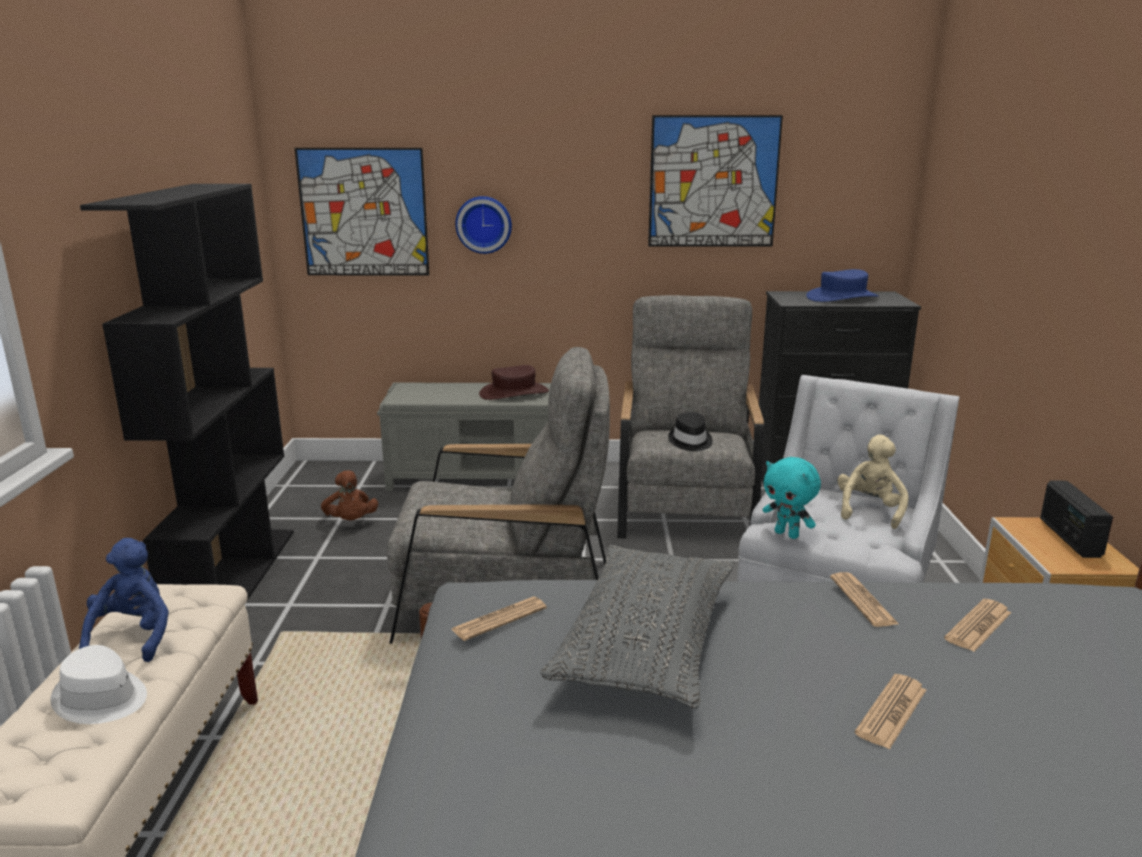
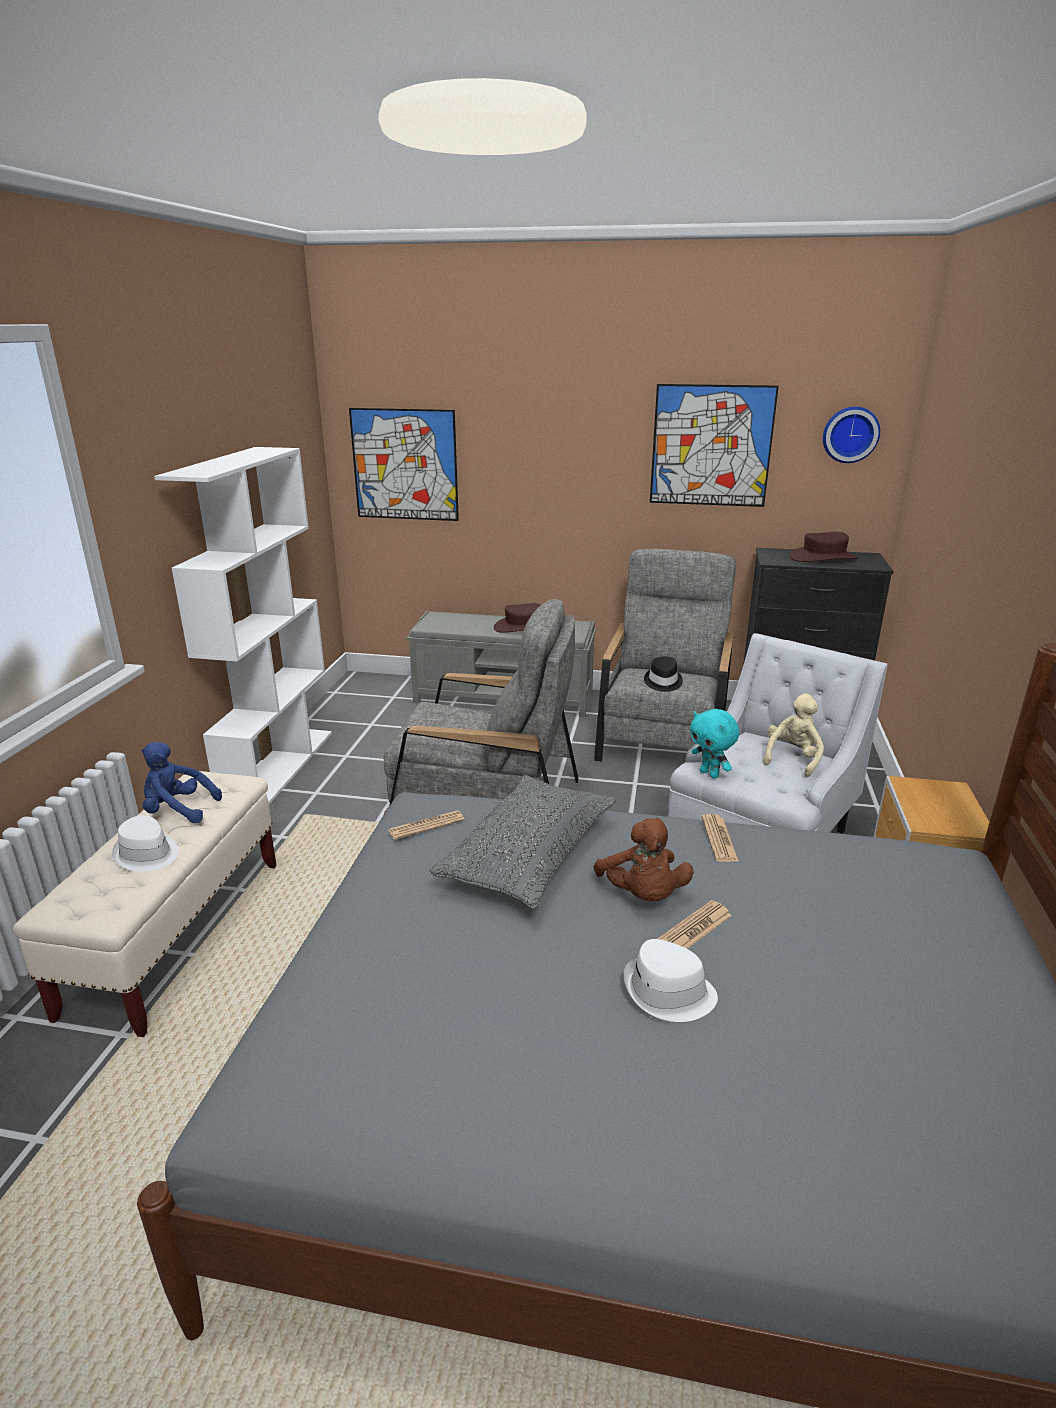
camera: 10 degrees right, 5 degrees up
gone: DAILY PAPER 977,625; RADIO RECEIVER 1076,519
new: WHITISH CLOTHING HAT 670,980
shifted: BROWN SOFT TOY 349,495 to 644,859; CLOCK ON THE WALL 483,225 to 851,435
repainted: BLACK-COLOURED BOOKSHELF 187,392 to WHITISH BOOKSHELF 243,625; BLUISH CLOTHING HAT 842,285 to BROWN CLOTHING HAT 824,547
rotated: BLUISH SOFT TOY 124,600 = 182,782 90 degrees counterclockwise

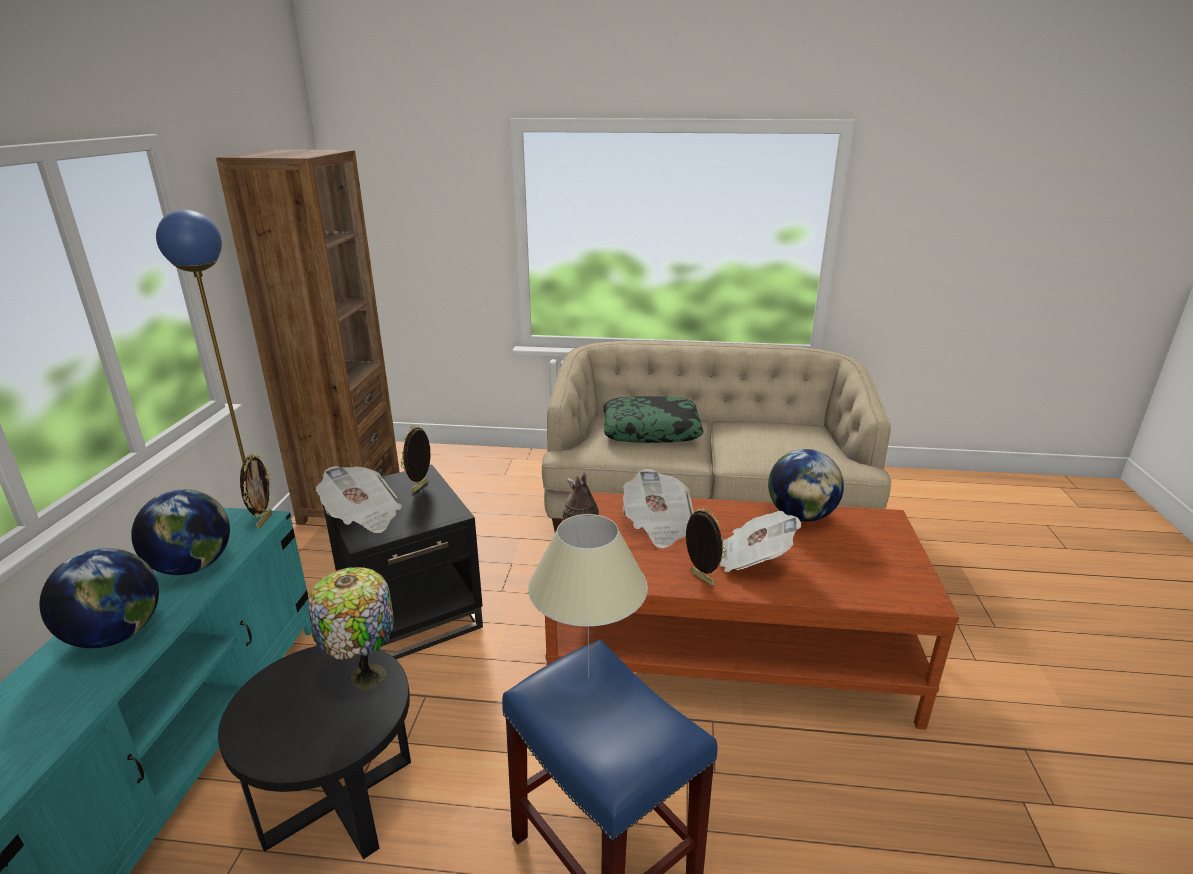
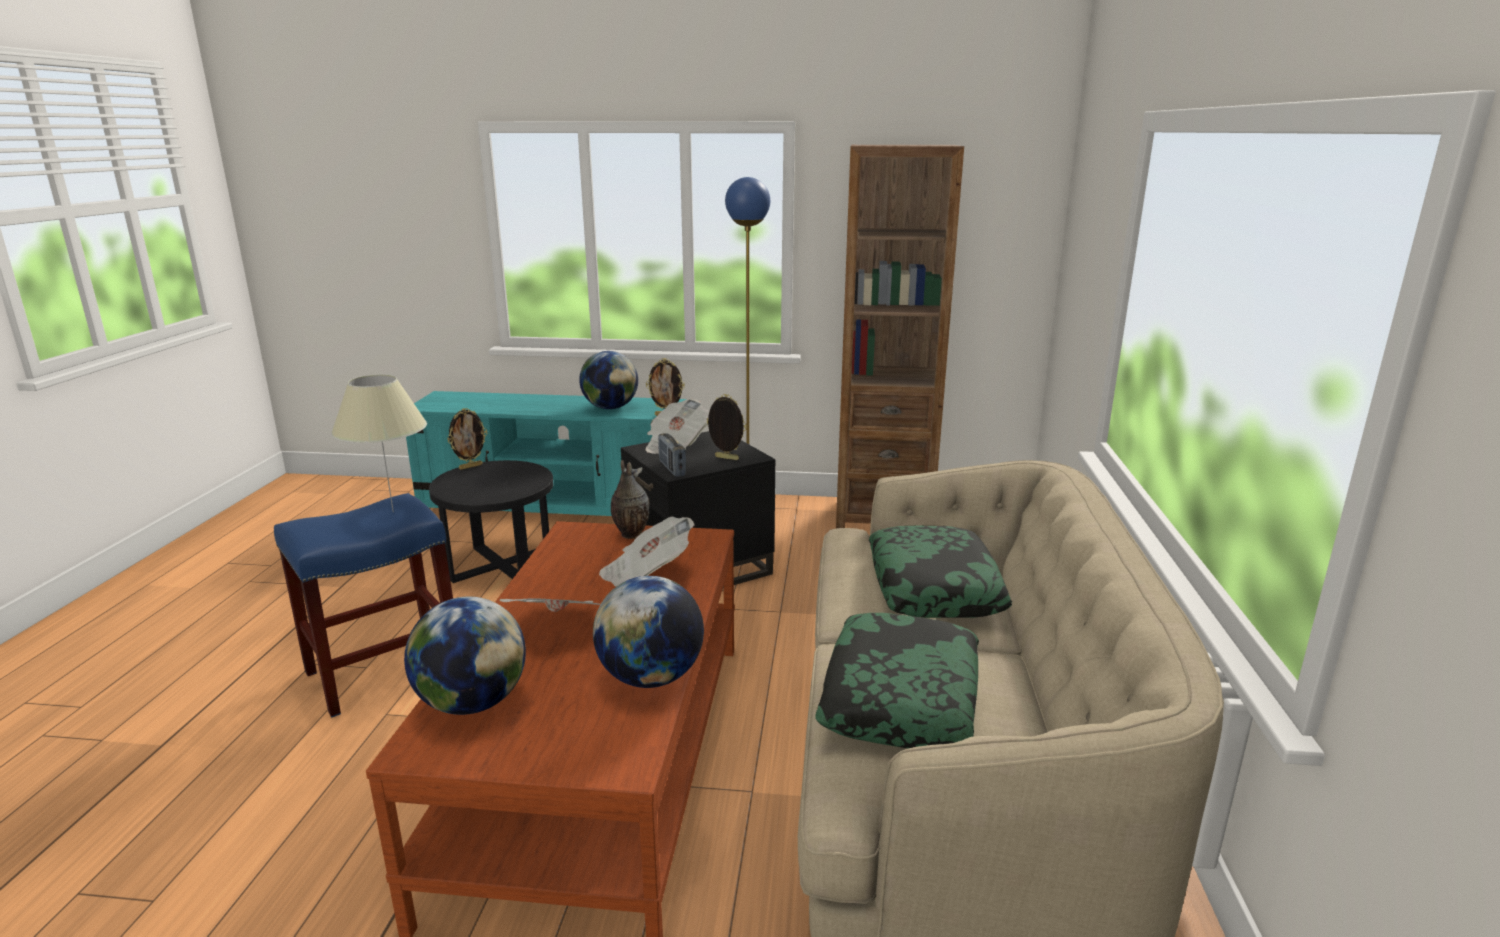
camera: 90 degrees right, 5 degrees down
gone: TABLETOP LAMP 351,628
new: RADIO RECEIVER 672,455; THROW PILLOW 897,680
shifted: DESK GLOBE 99,598 to 465,655; PHOTO FRAME 706,547 to 467,439

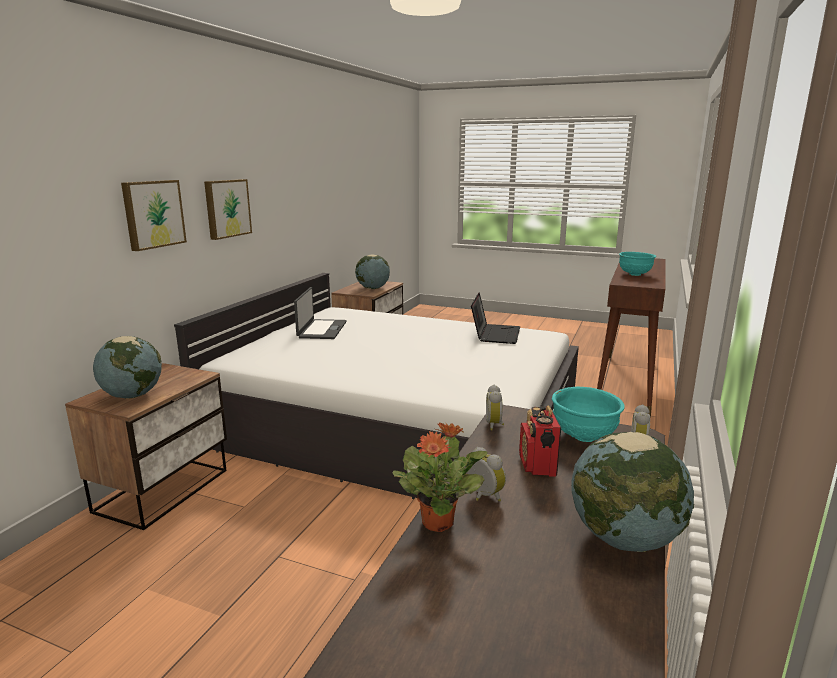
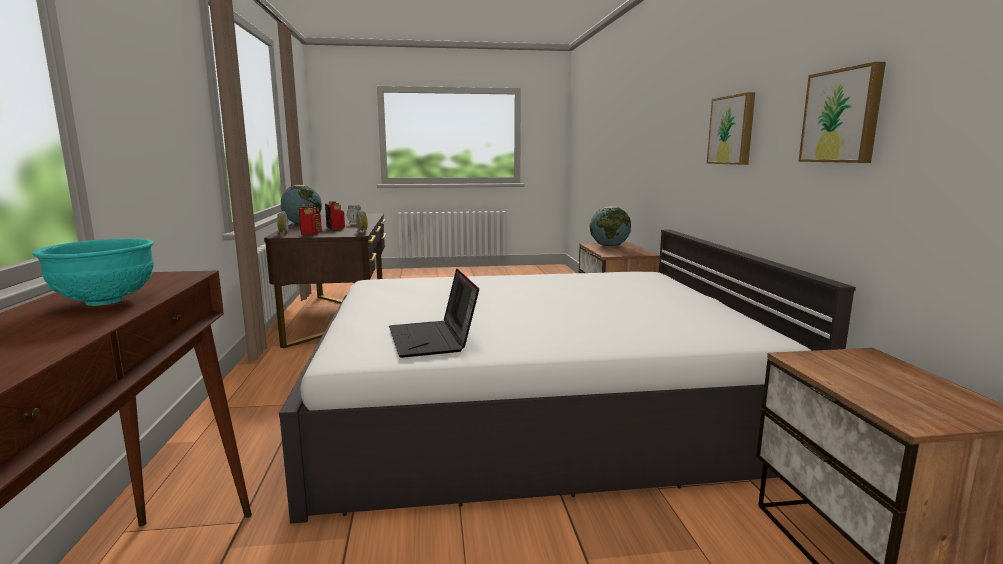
camera: 150 degrees right, 5 degrees down
gone: NOTEBOOK COMPUTER 320,313; DESK GLOBE 372,272; HOUSEPLANT 439,477
shifted: WALL PICTURE 154,215 to 842,112
swapped: BLUE-GREEN SERVING BOWL 588,414 to RADIO RECEIVER 310,219

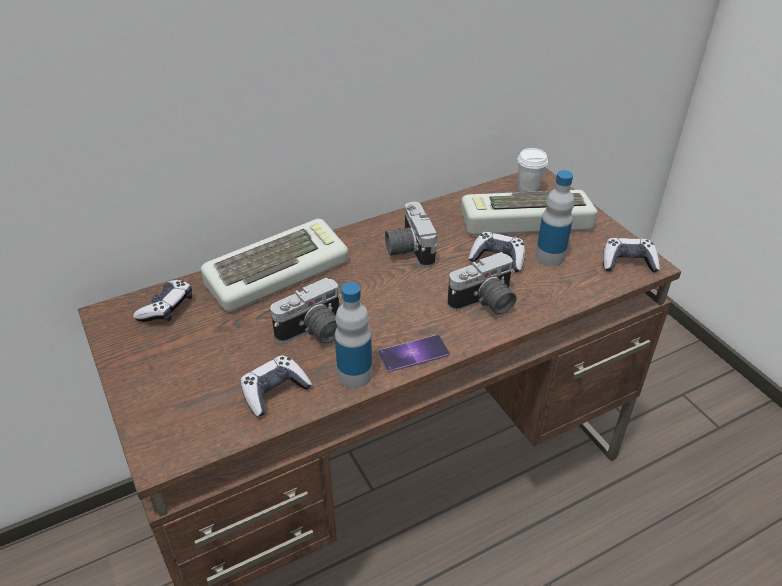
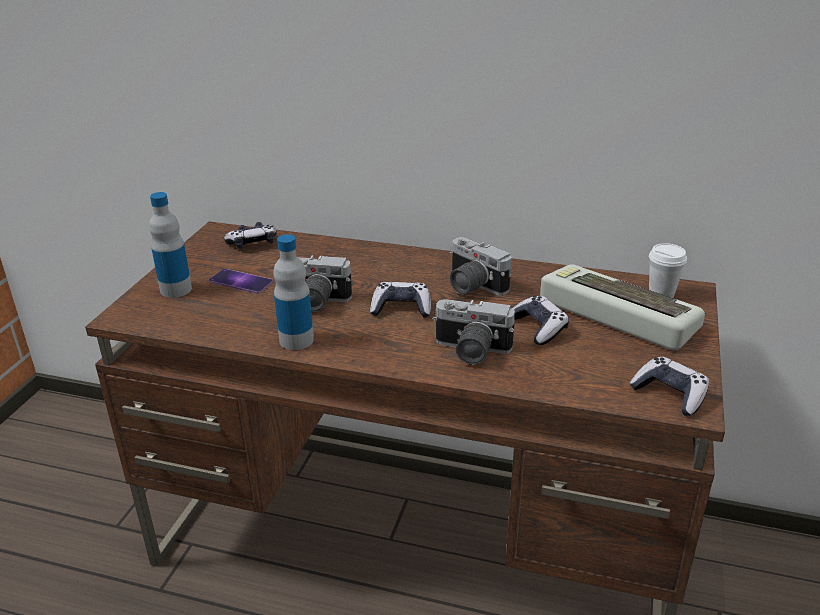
camera: 45 degrees right, 10 degrees down
gone: PC KEYBOARD 274,265
shifted: DRINK BOTTLE 555,218 to 170,245; TELEPHONE 414,354 to 241,281; GAME CONTROLLER 276,385 to 400,300
rotated: STILL CAMERA 411,235 = 480,266 75 degrees counterclockwise

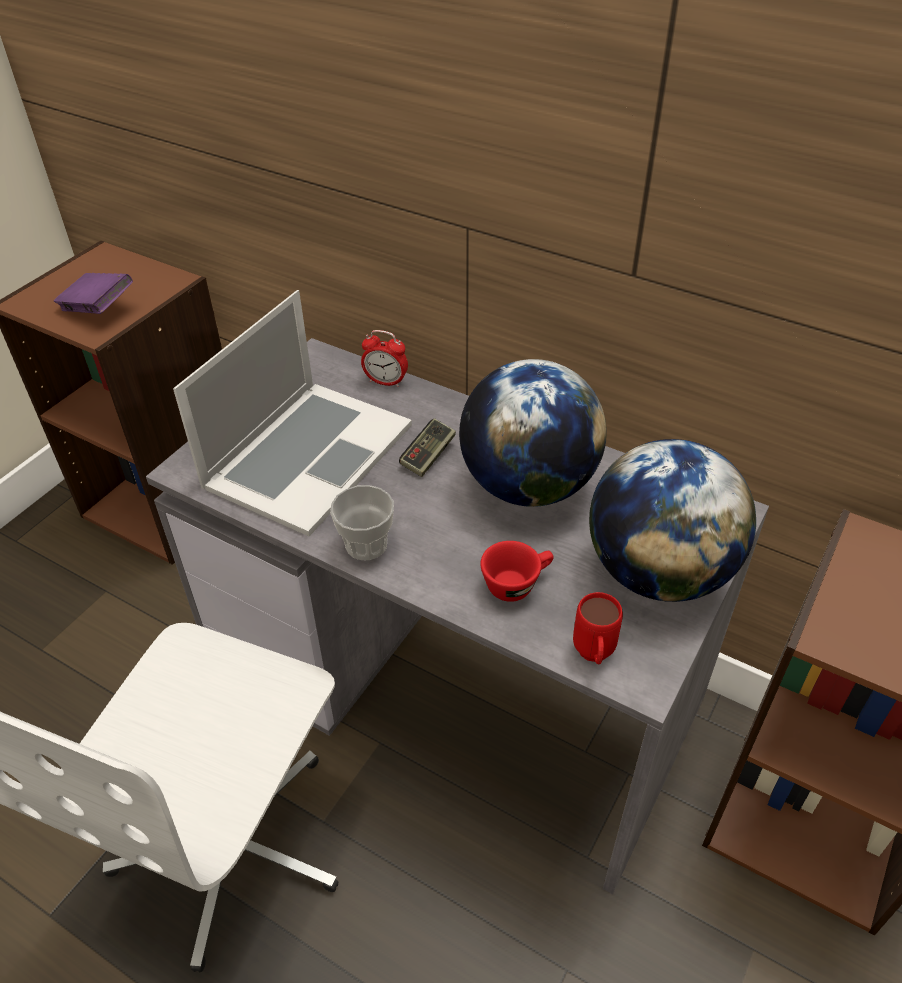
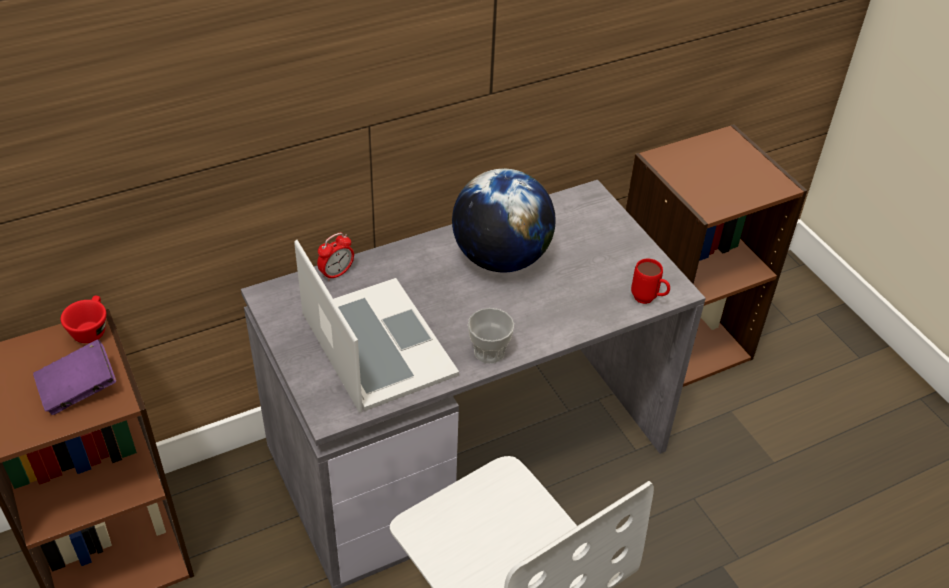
camera: 60 degrees left, 0 degrees up
gone: GAME CONTROLLER 427,447; DESK GLOBE 672,520
shifted: RED DRINKING CUP 517,571 to 83,319

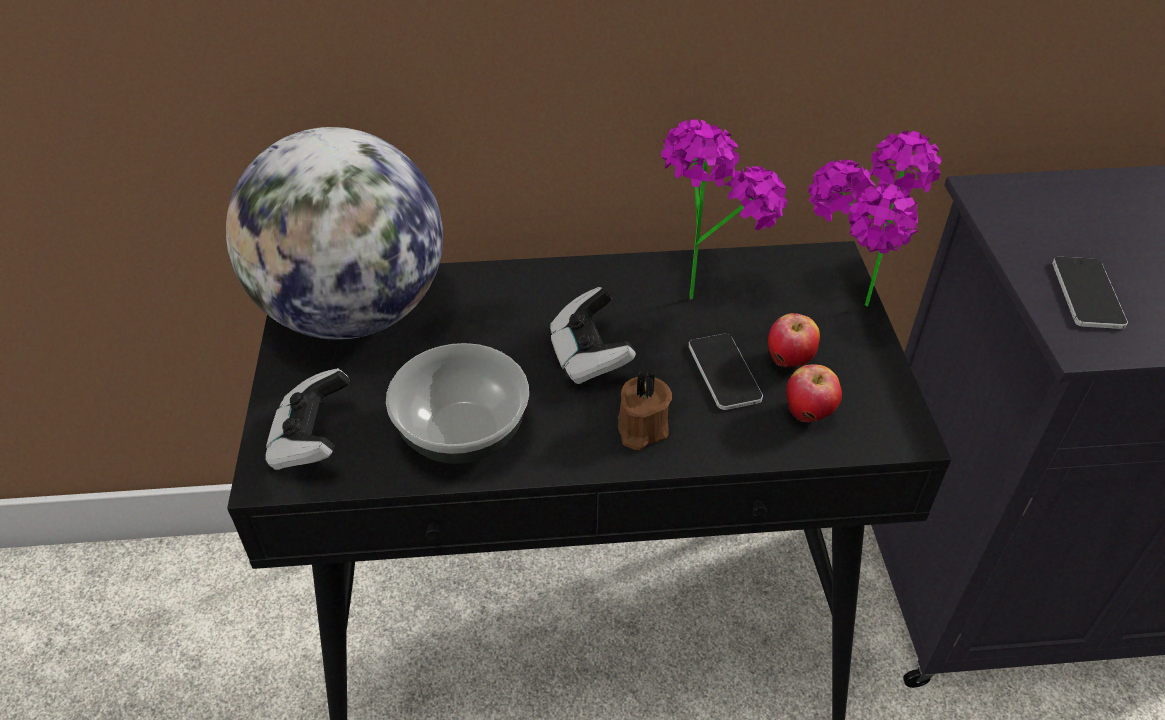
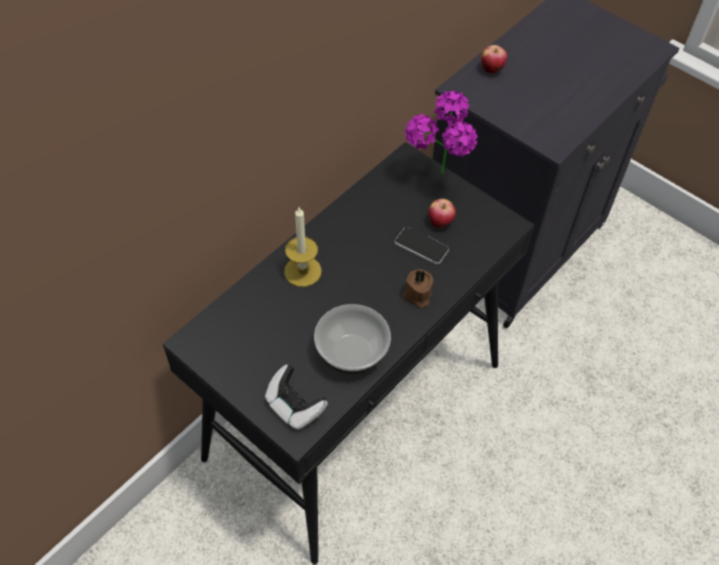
camera: 45 degrees left, 10 degrees up
gone: DESK GLOBE 334,233; GAME CONTROLLER 592,336; HOUSEPLANT 724,209; TELEPHONE 1090,293
new: WAX CANDLE 303,247
shifted: APPLE 814,394 to 494,59

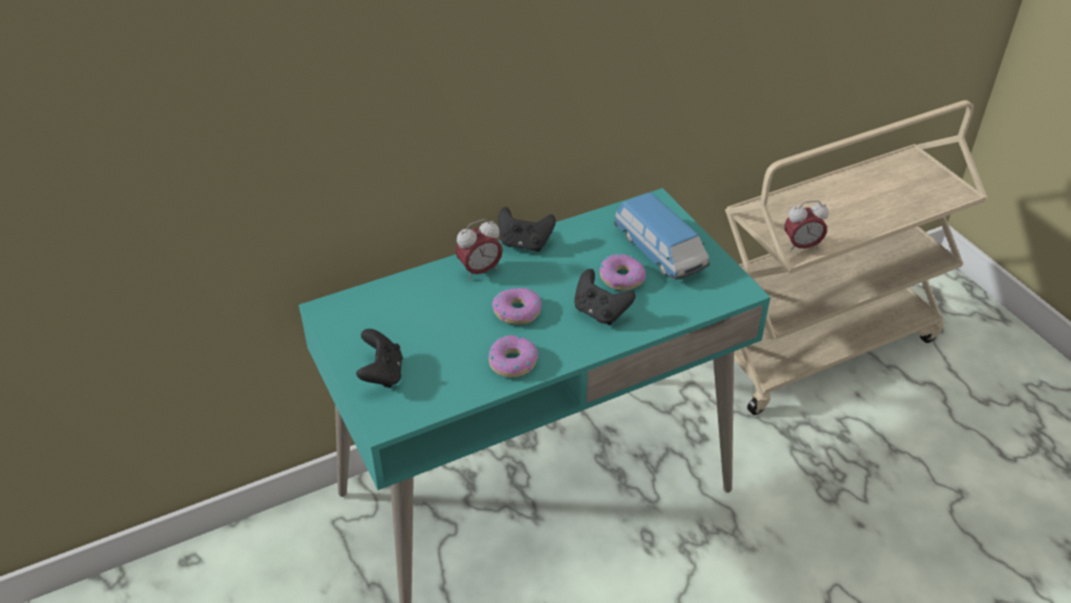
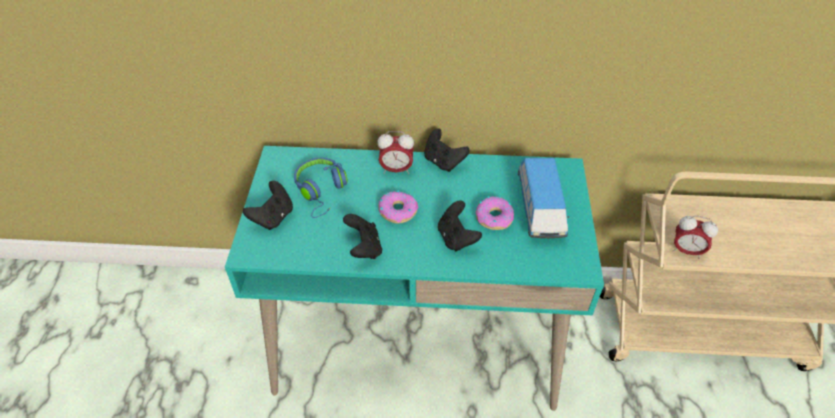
camera: 30 degrees right, 5 degrees up
new: BLUISH HEADPHONES 321,187
swapped: DOUGHNUT 513,356 to BLACK-COLOURED GAME CONTROLLER 362,236

